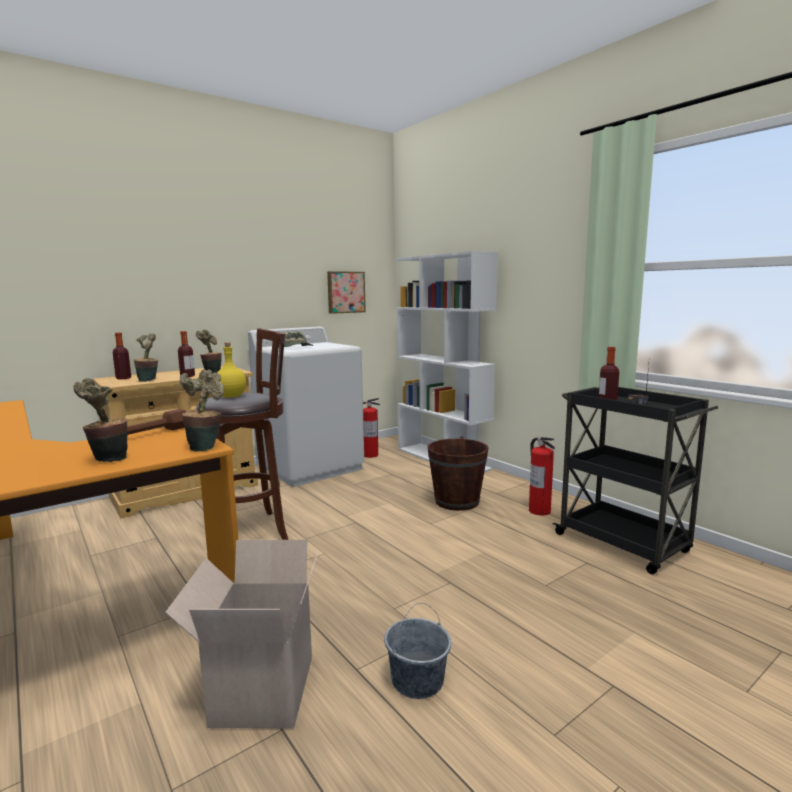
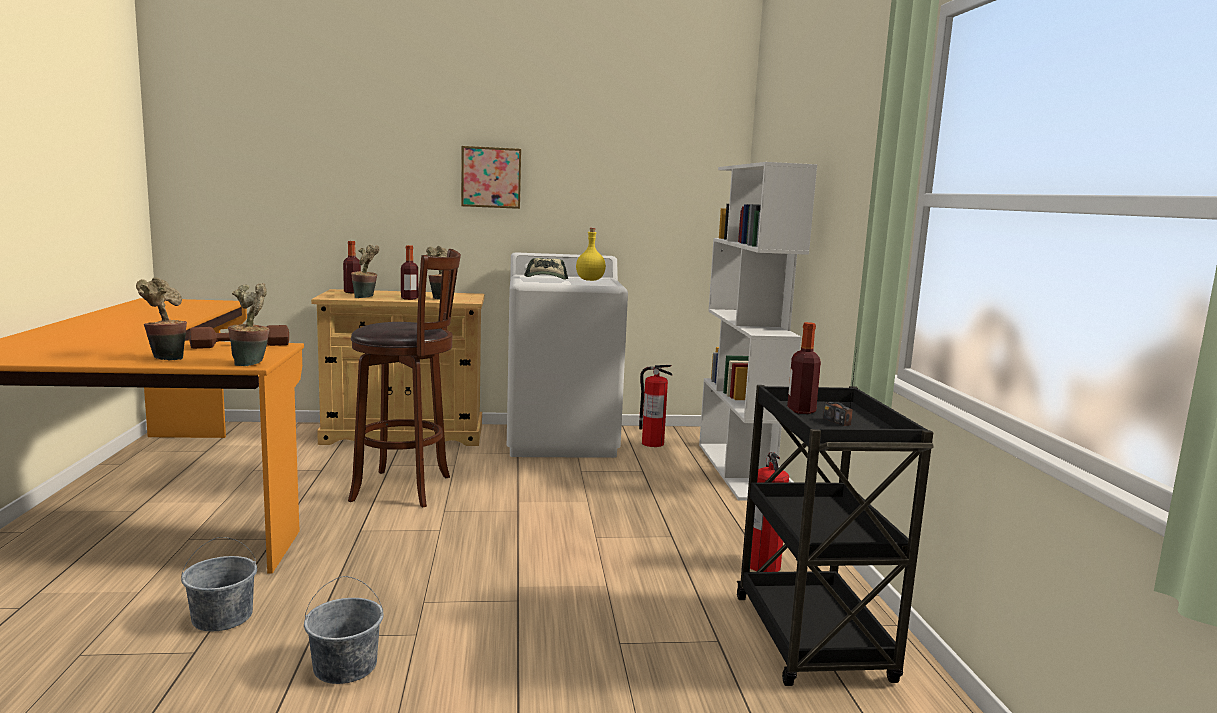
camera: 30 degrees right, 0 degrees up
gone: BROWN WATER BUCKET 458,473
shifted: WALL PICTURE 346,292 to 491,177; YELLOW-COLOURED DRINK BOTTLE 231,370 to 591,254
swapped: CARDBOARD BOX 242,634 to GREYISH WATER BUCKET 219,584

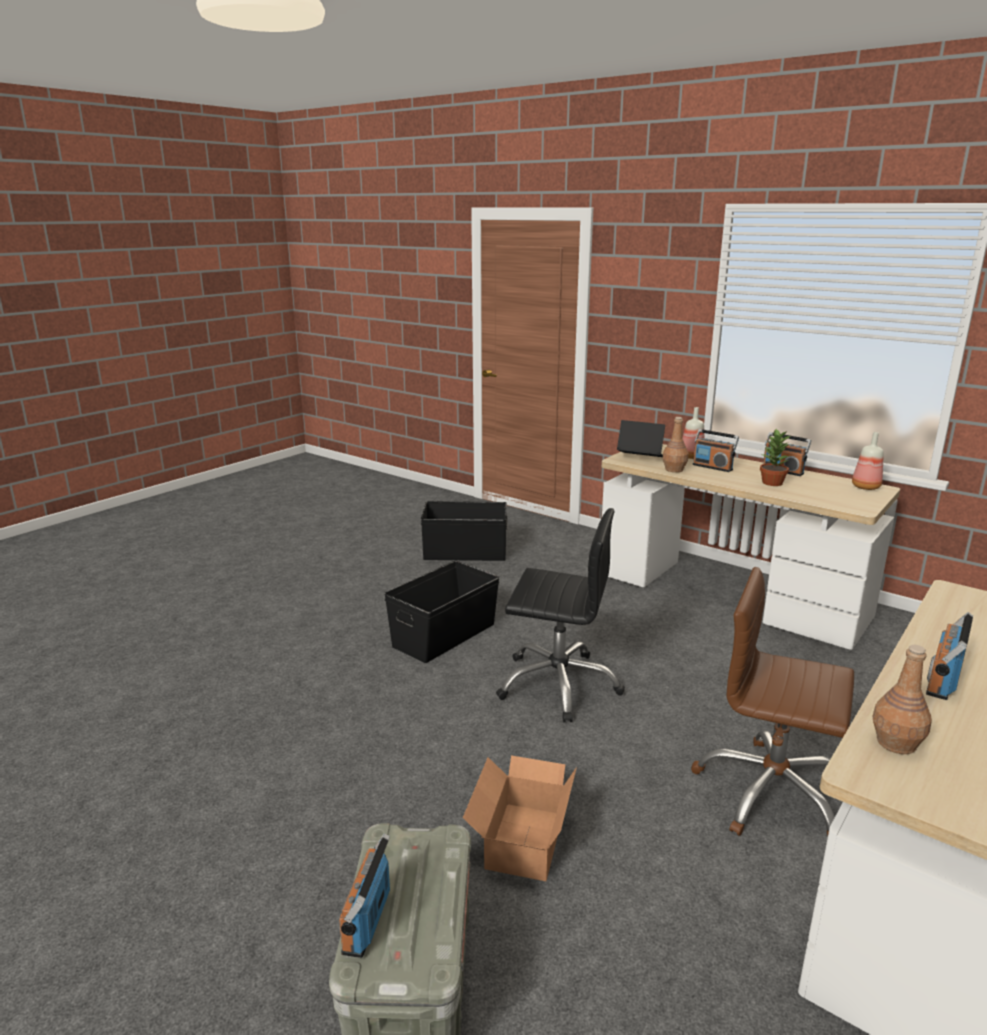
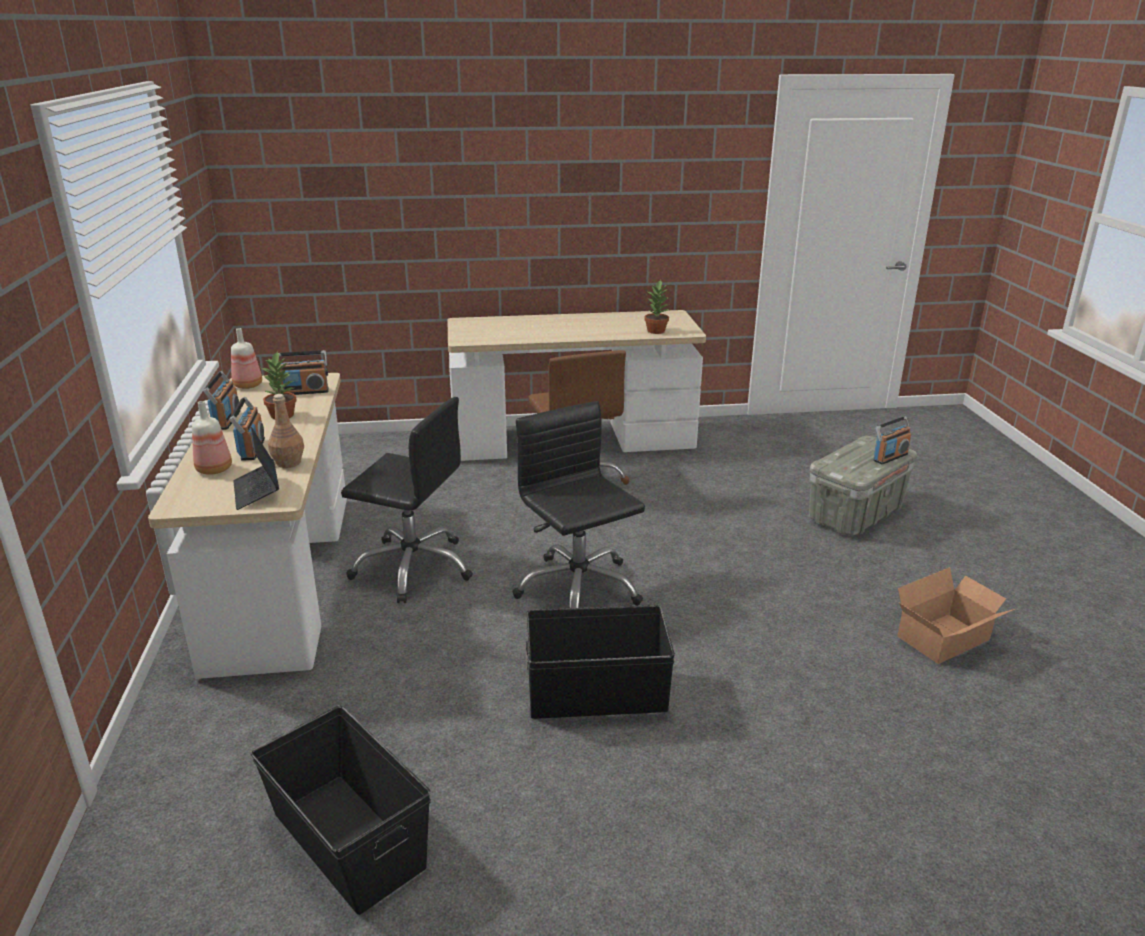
camera: 135 degrees left, 5 degrees up
new: BLACK-COLOURED DESK CHAIR 407,500
shifted: RADIO RECEIVER 949,656 to 304,372; CARDBOARD BOX 520,818 to 956,615
swapped: BROWN DRINK BOTTLE 902,699 to HOUSEPLANT 656,307

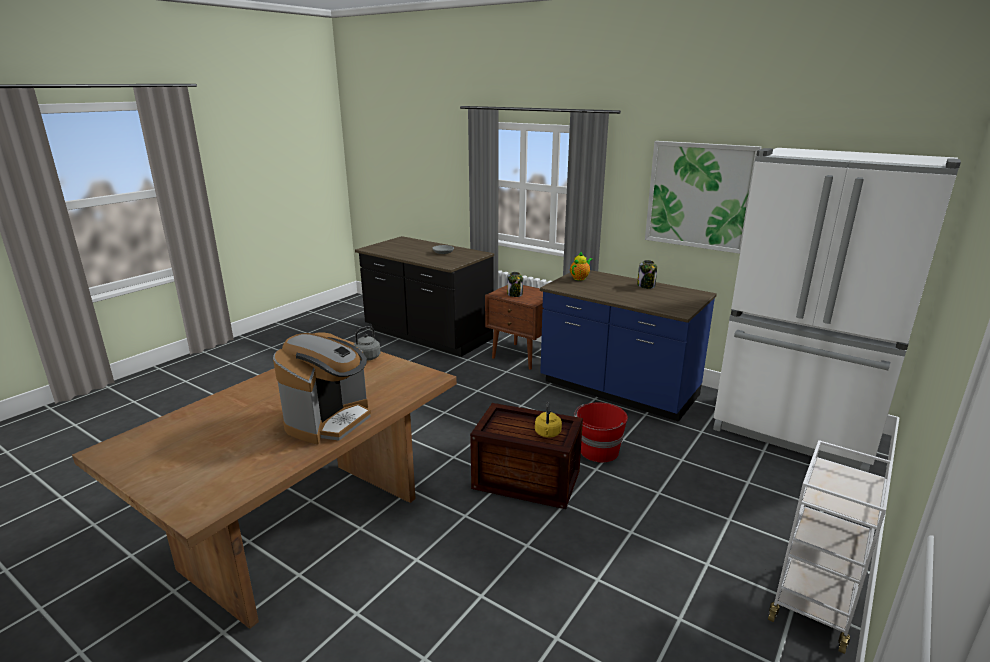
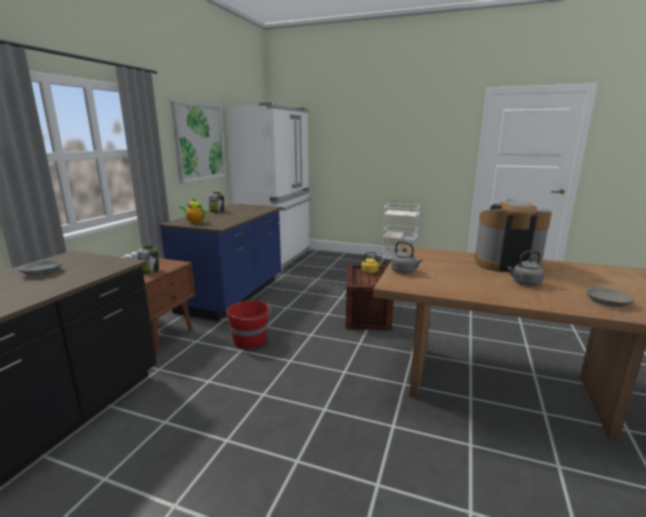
camera: 105 degrees left, 5 degrees down
new: GREYISH WATER KETTLE 525,268; GREYISH SERVING BOWL 610,297
shifted: RED WATER BUCKET 601,433 to 248,325

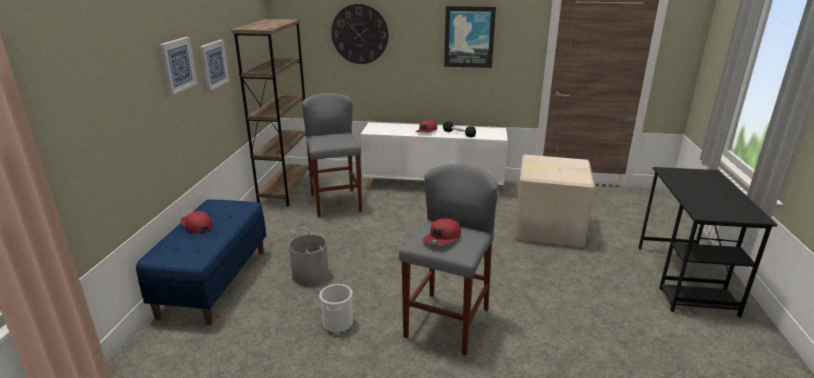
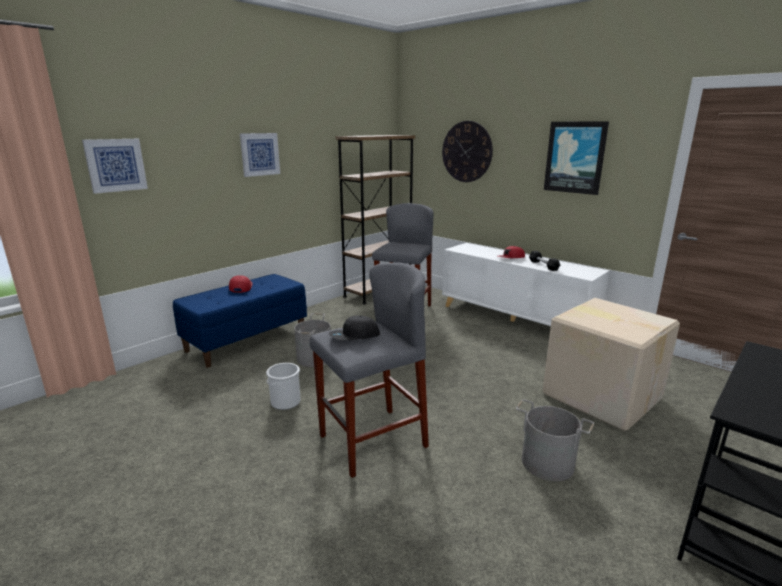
camera: 35 degrees right, 5 degrees down
new: GREYISH WATER BUCKET 555,440
shifted: WALL PICTURE 214,65 to 115,166
repainted: RED PEAKED CAP 442,231 to BLACK-COLOURED PEAKED CAP 354,327

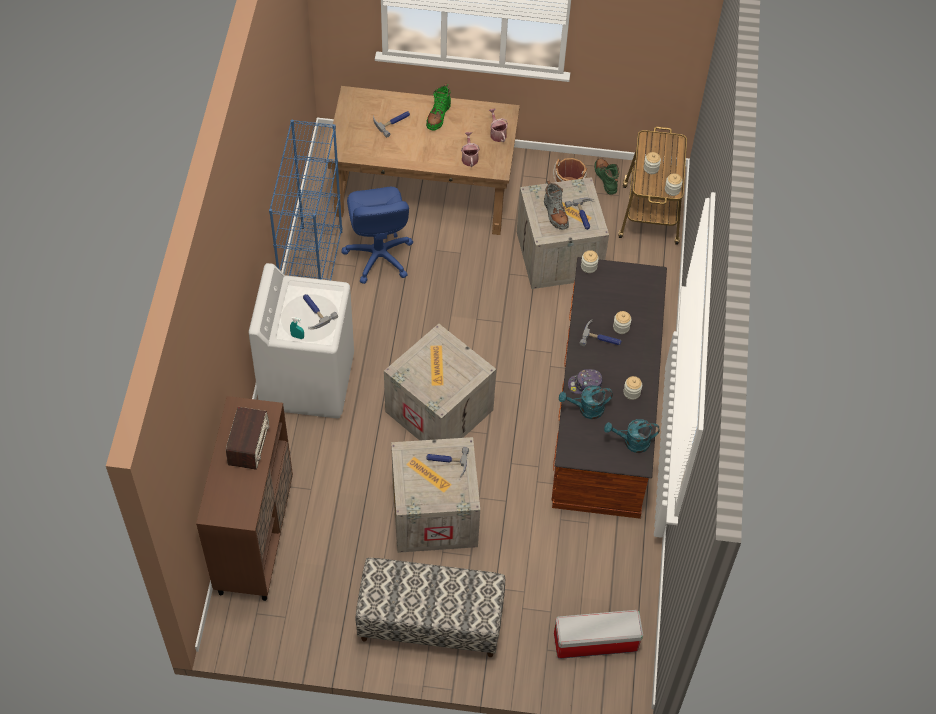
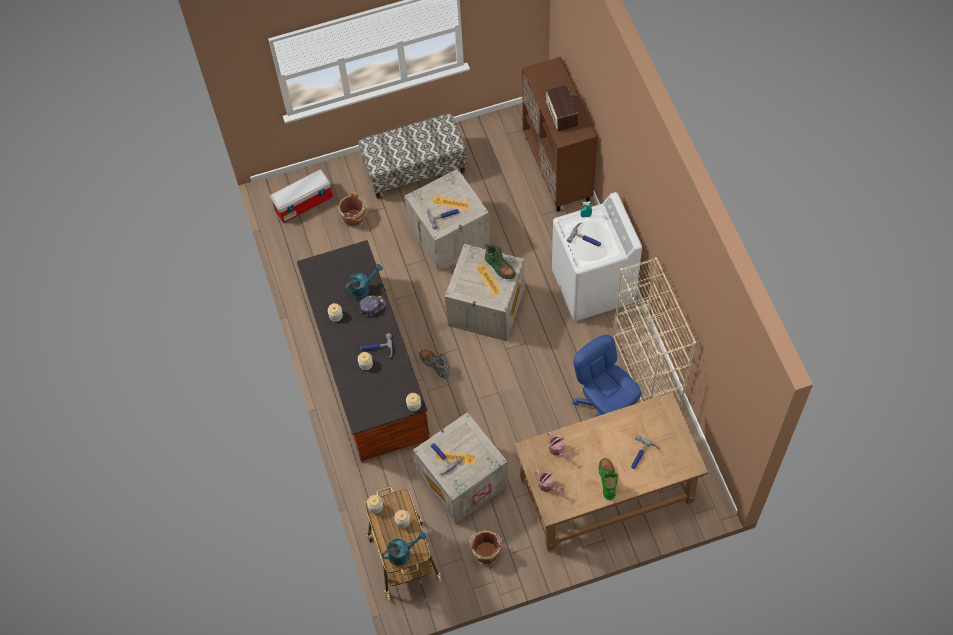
camera: 160 degrees right, 5 degrees up
new: BROWN WATER BUCKET 353,210
shifted: BLUE-GREEN WATERING CAN 632,436 to 404,548; GREYISH HIGH-TOP BOOT 556,205 to 434,364; GREEN-COLOURED HIGH-TOP BOOT 606,176 to 500,261
repainted: BLUISH BOOKSHELF 305,200 to SAND-COLOURED BOOKSHELF 654,332

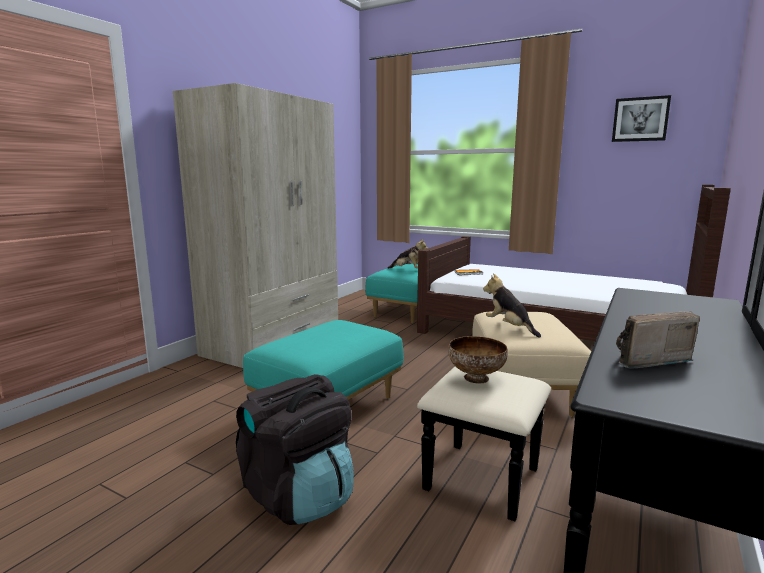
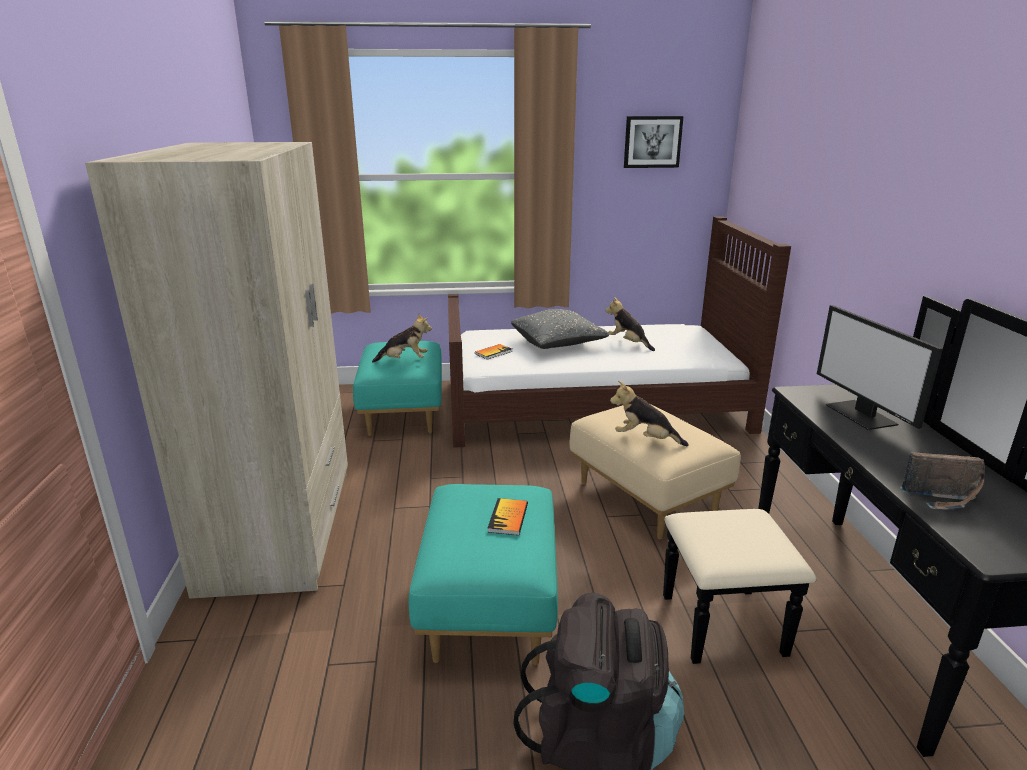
camera: 35 degrees left, 10 degrees up
gone: SERVING BOWL 478,359
new: BOOK 508,516; GREYISH THROW PILLOW 560,329; SOFT TOY 630,324; COMPUTER SCREEN 880,367
rotated: RADIO RECEIVER 658,339 = 942,481 120 degrees counterclockwise

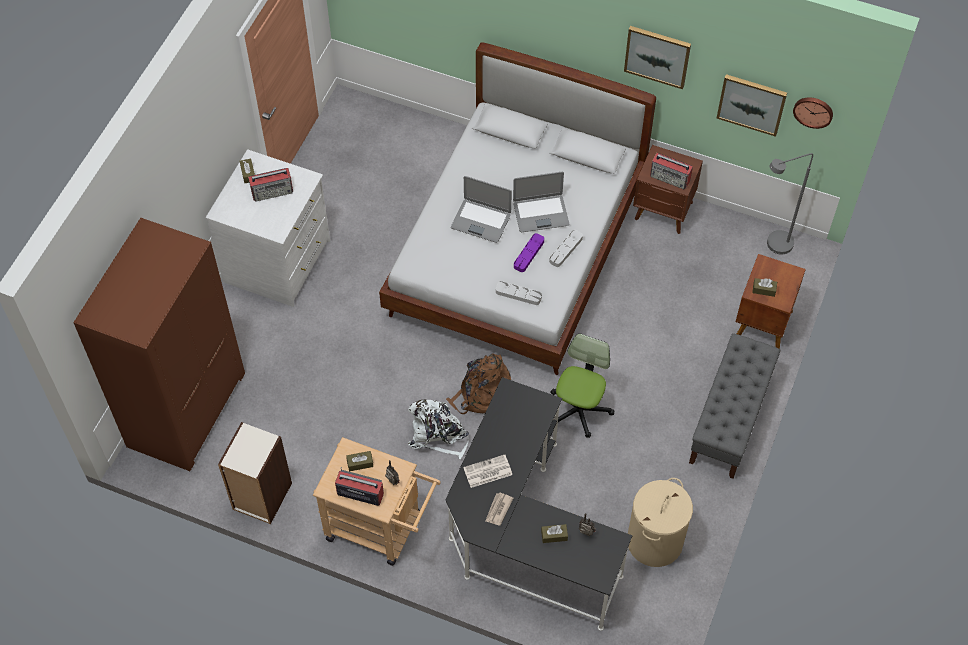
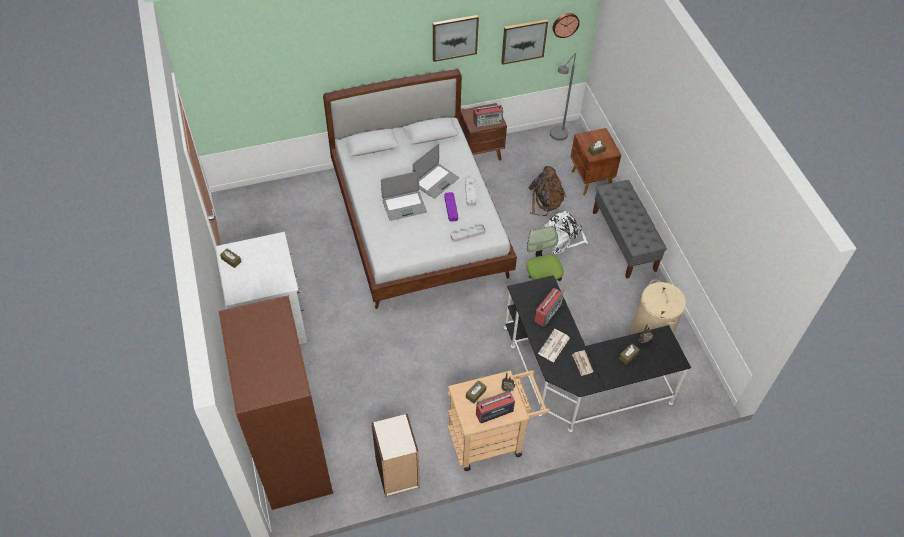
camera: 40 degrees left, 5 degrees down
shifted: BROWN BACKPACK 478,383 to 547,191; RADIO RECEIVER 270,185 to 549,307; WHITISH BACKPACK 438,429 to 565,232

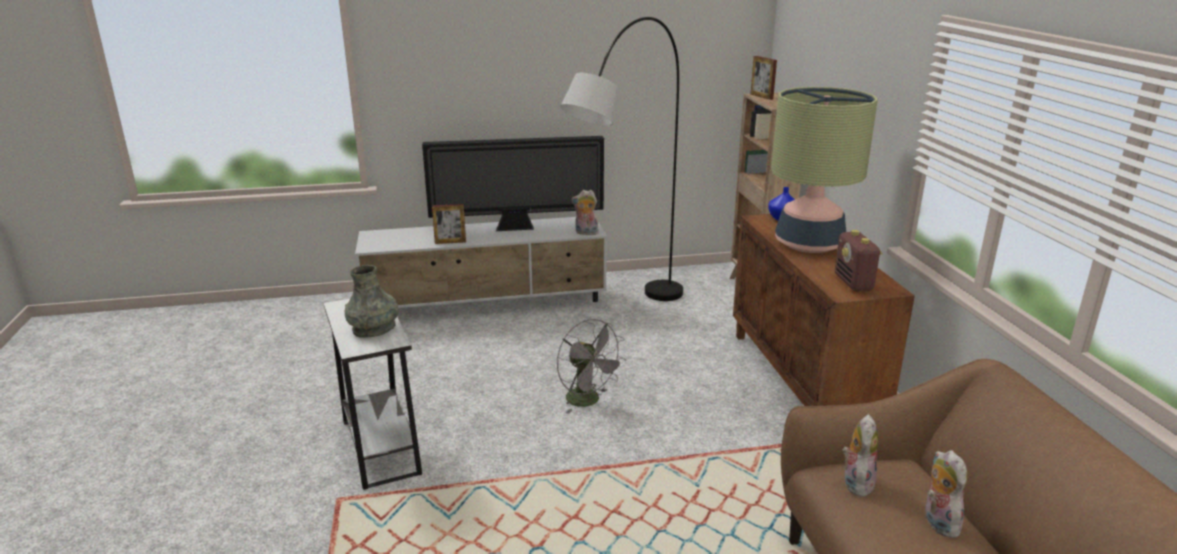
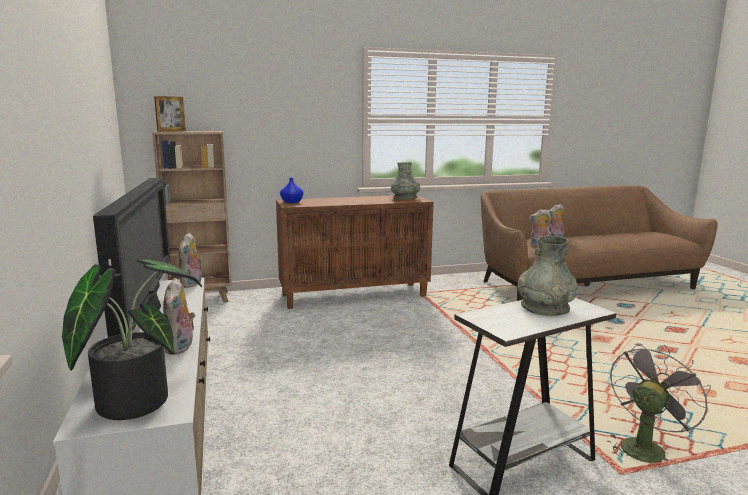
camera: 95 degrees left, 10 degrees down
gone: GREYISH FLOOR LAMP 621,159; TABLETOP LAMP 824,170
new: HOUSEPLANT 132,340
shifted: GREYISH FAN 591,366 to 660,403
swapped: PHOTO FRAME 449,224 to SOFT TOY 179,316; RADIO RECEIVER 859,261 to GREYISH DECORATIVE VASE 405,181

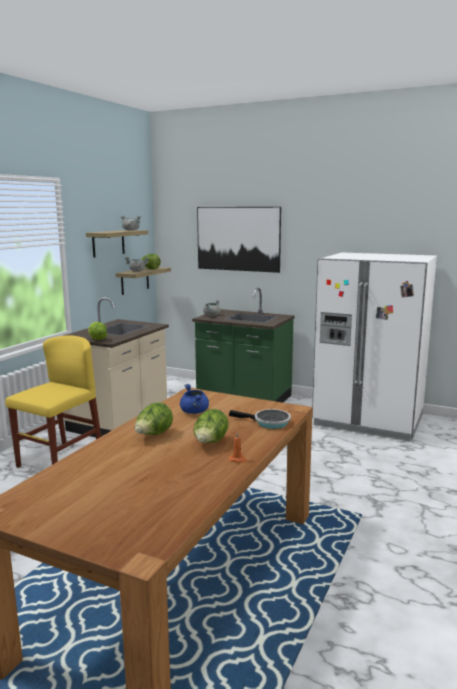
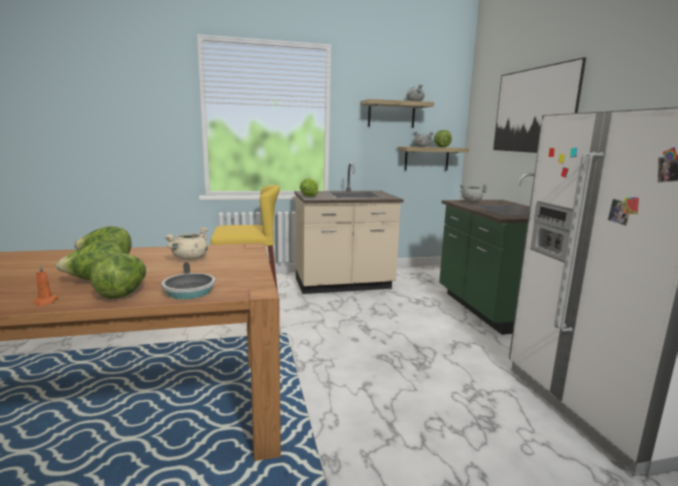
camera: 50 degrees right, 0 degrees up
new: LETTUCE HEAD 118,276
repainted: BLUISH STOCKPOT 194,399 to SAND-COLOURED STOCKPOT 186,243

